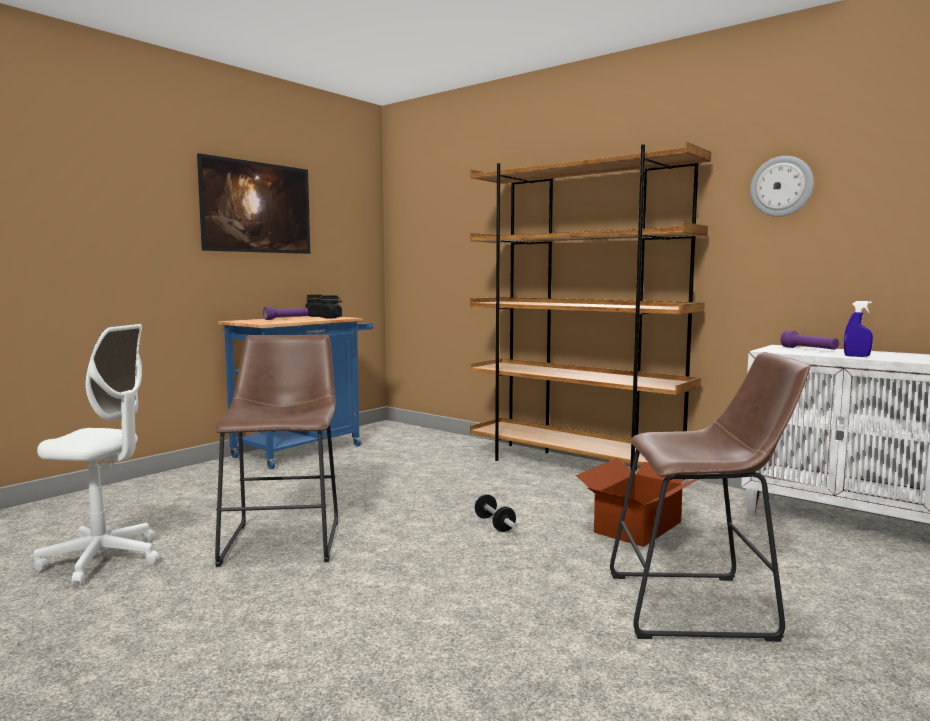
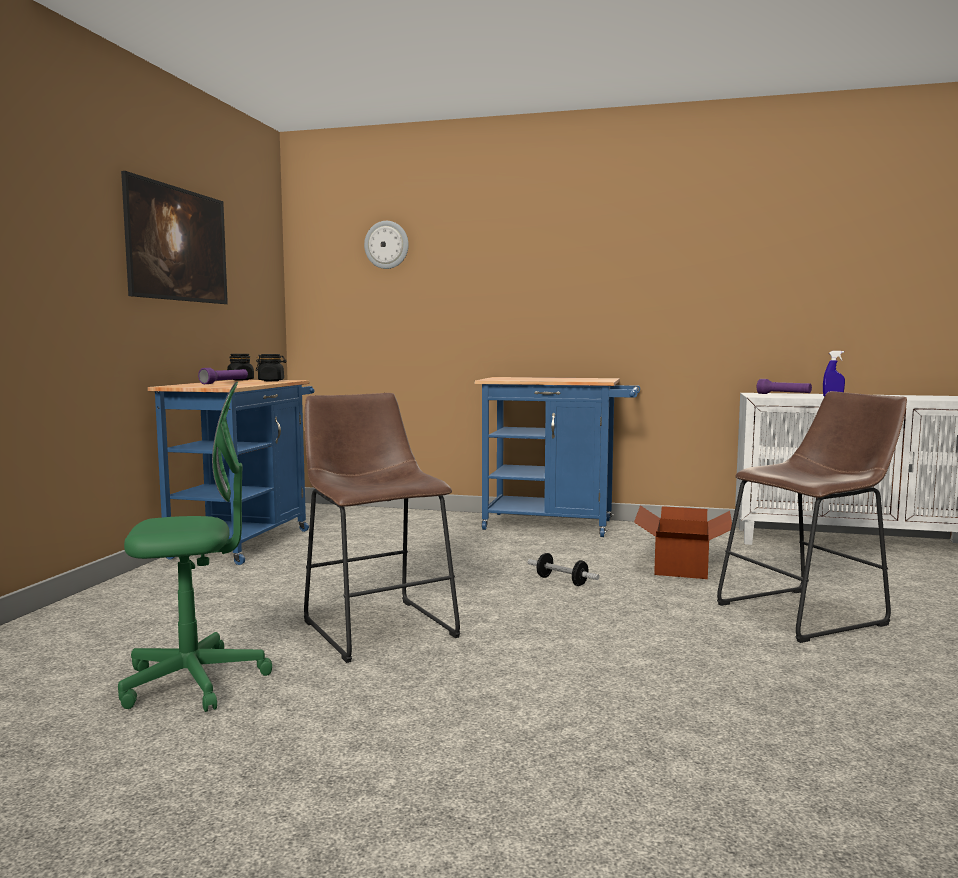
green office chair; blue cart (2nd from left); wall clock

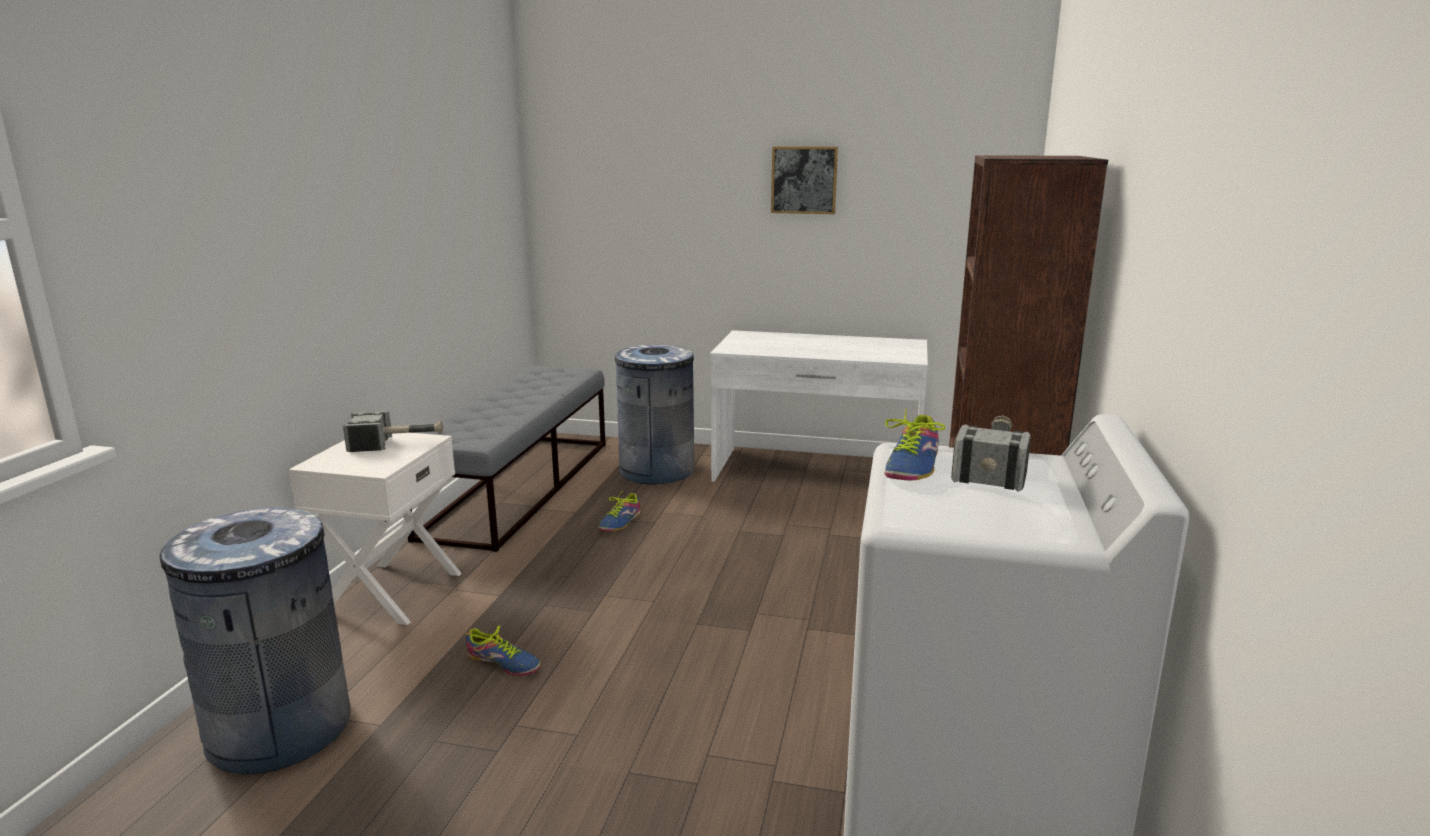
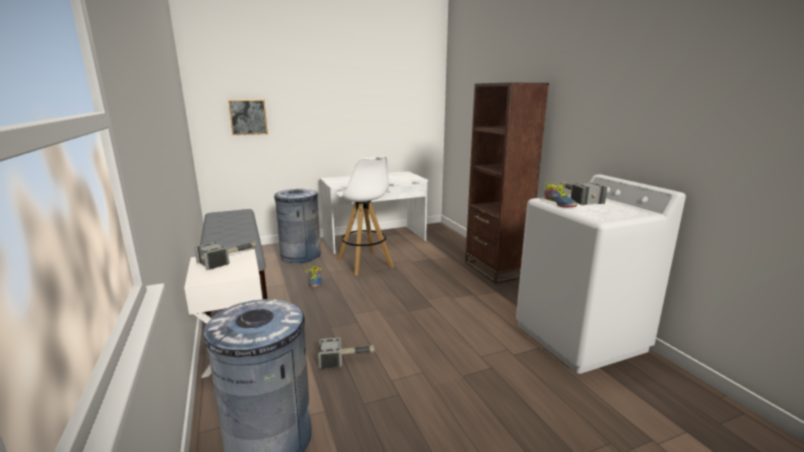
hammer (2nd from left); picture; white stool

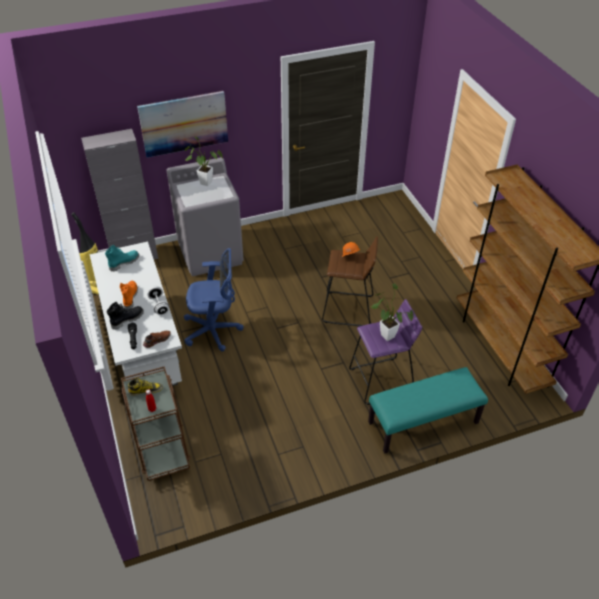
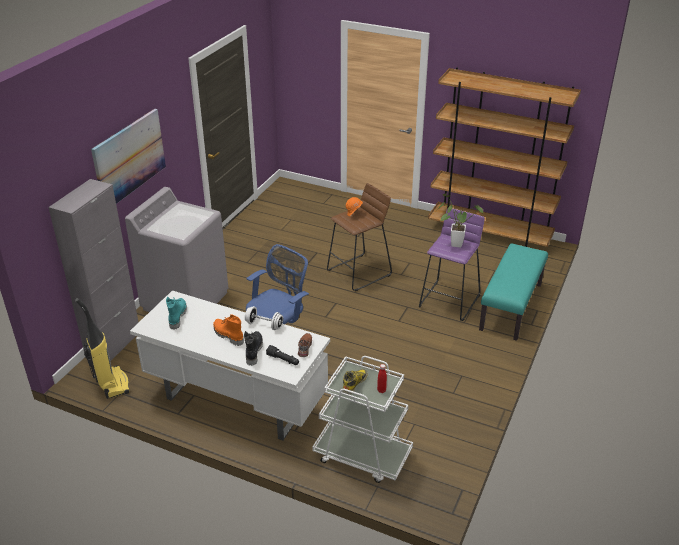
white cart; potted plant (1st from left in the first image)

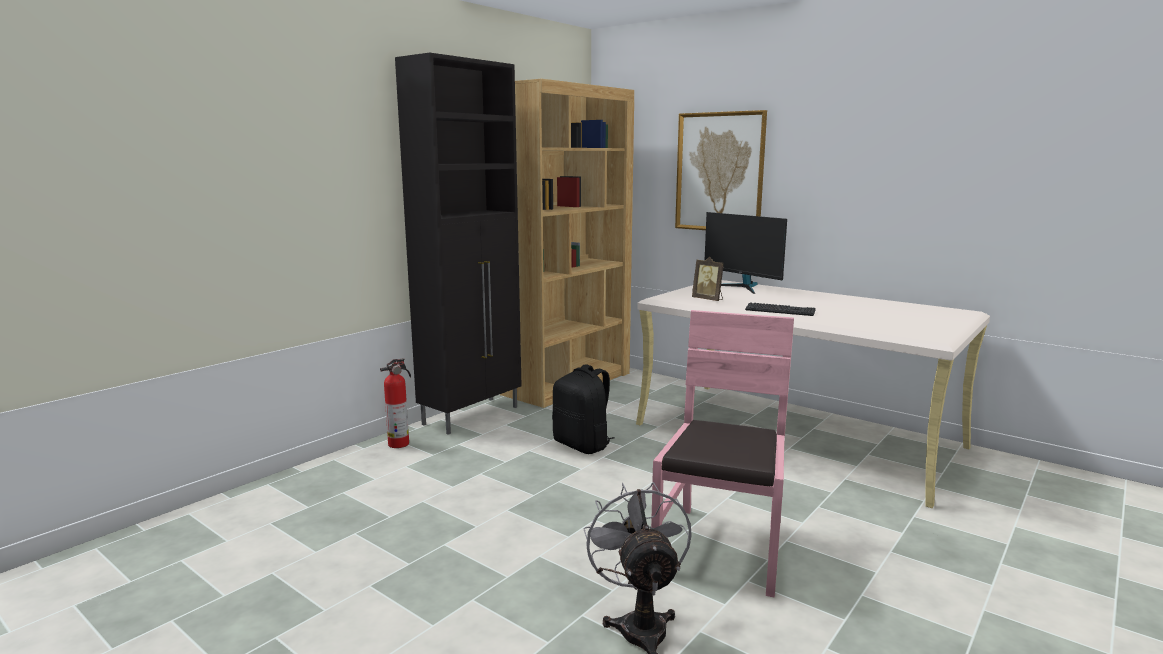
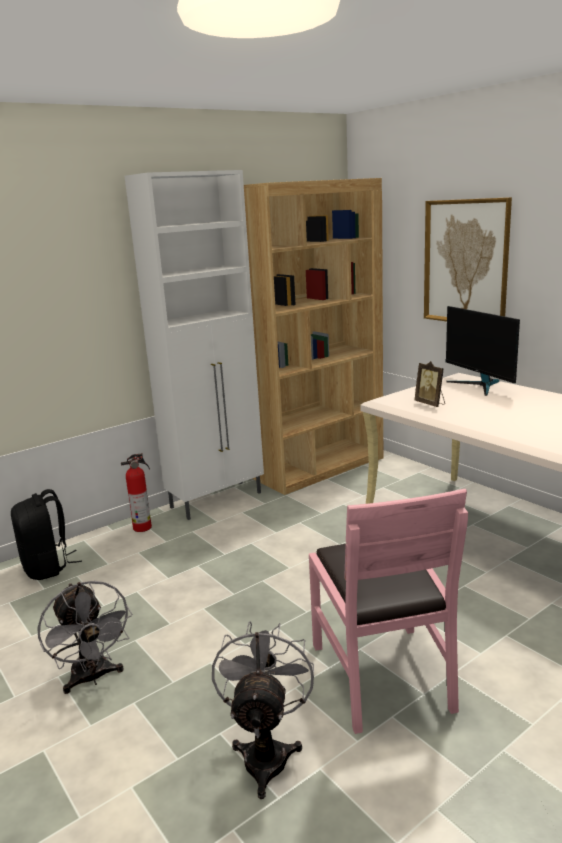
white cabinet; black backpack; pink chair; keyboard; grey fan (1st from left)

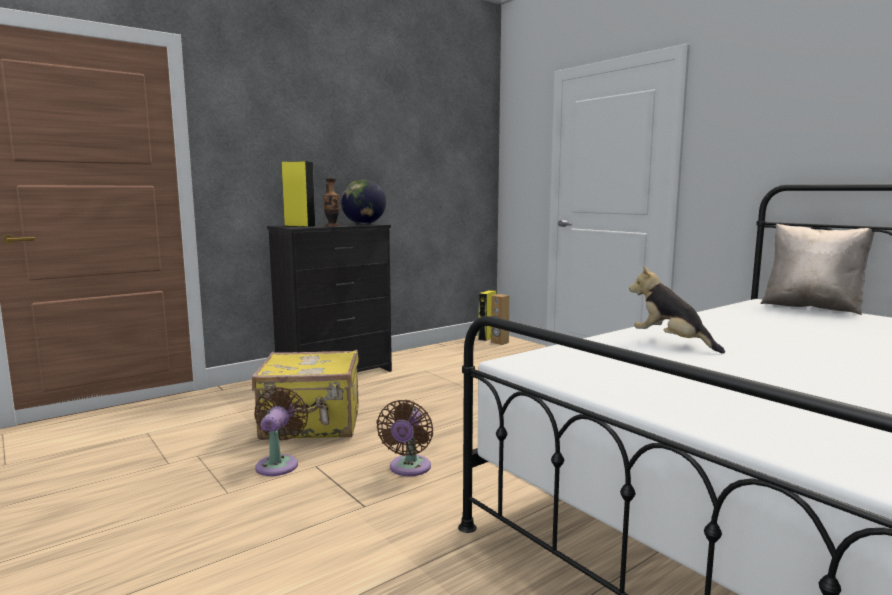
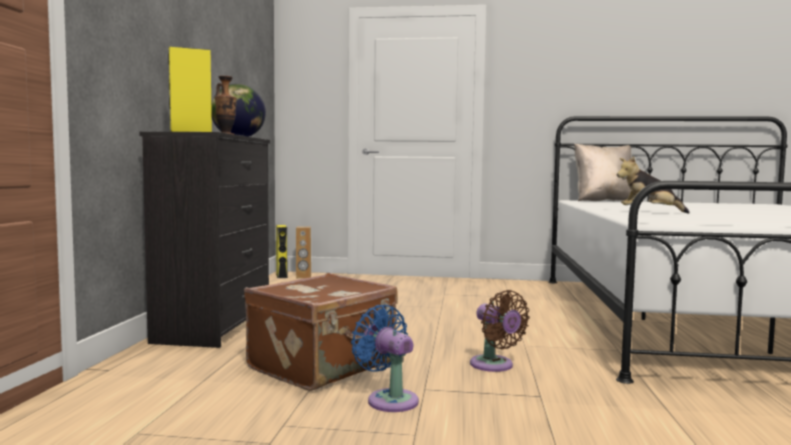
brown suitcase; blue fan

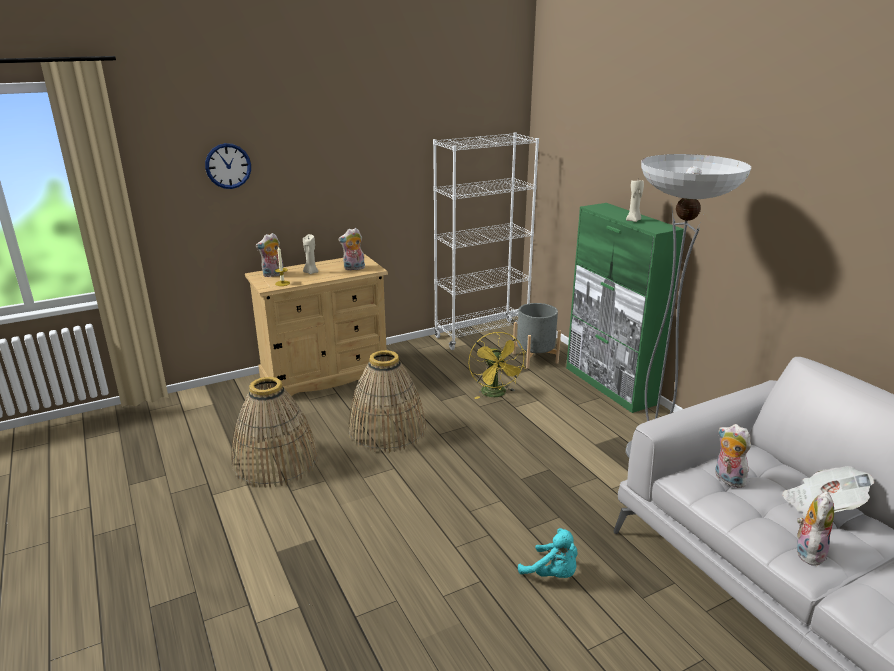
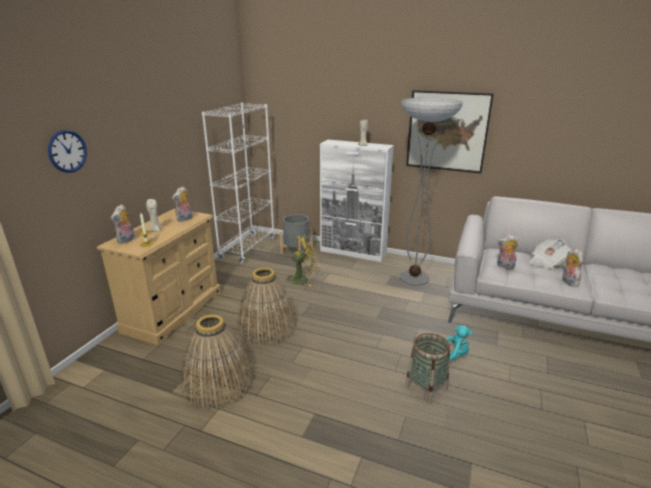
yellow fan; white cabinet; basket (3rd from left); picture

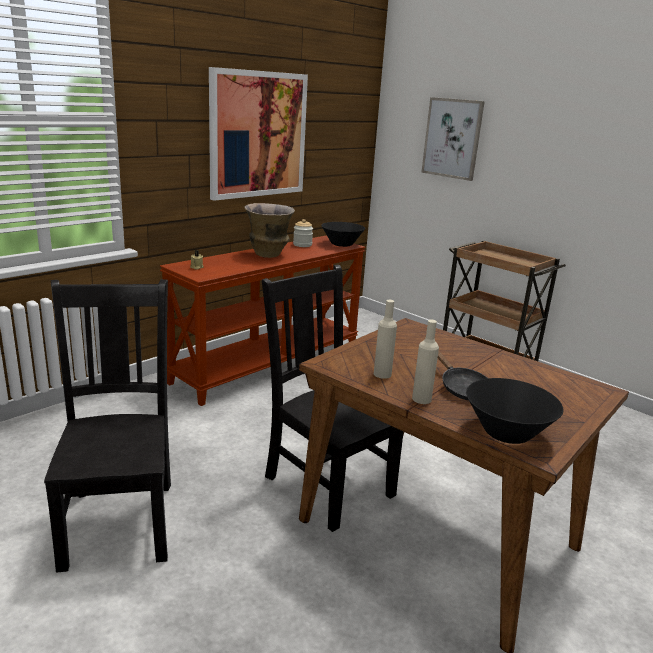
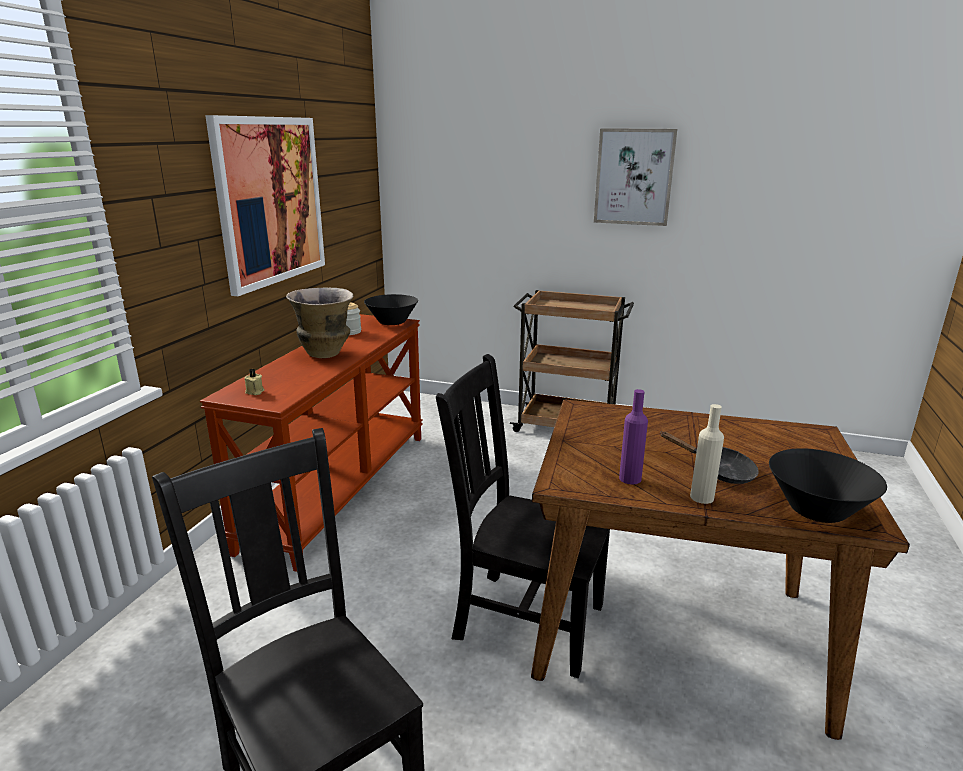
purple bottle; picture (2nd from left)

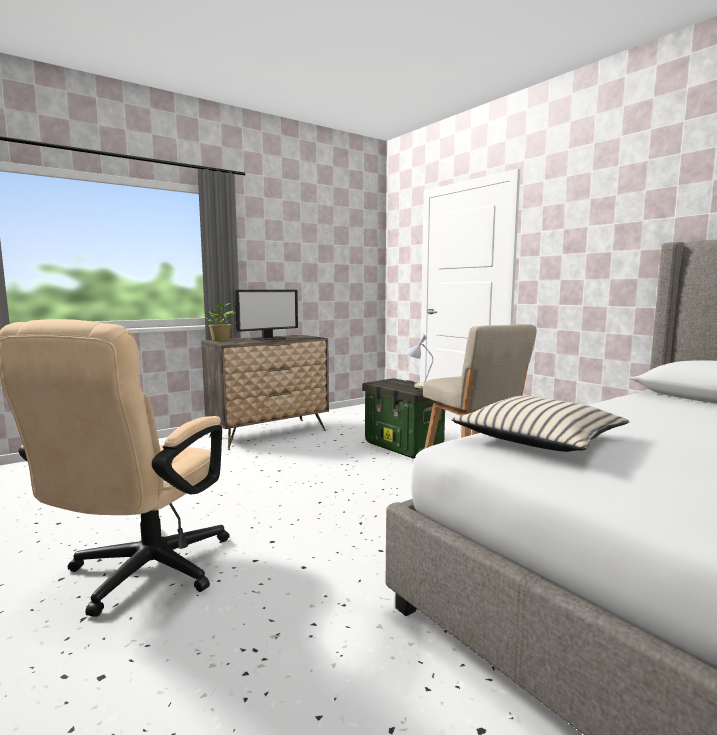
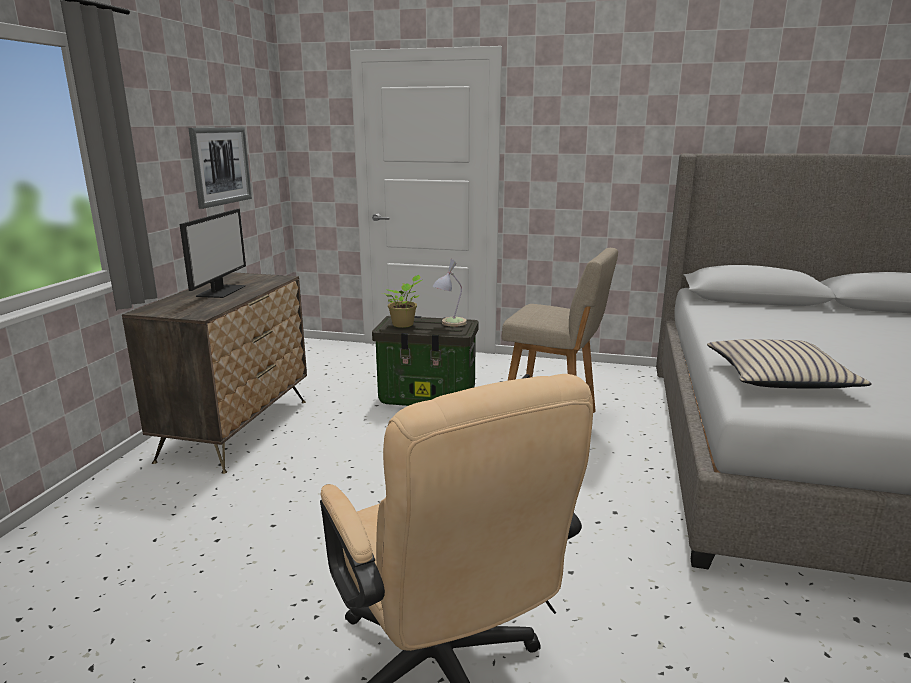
potted plant; picture

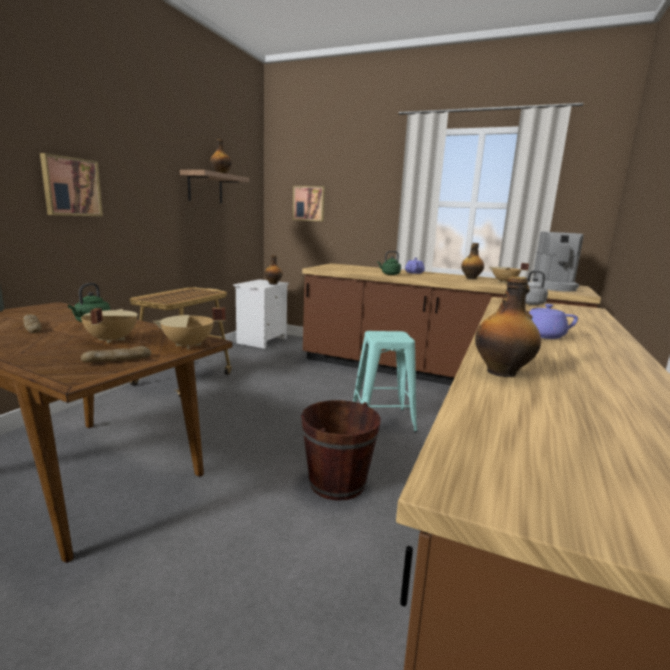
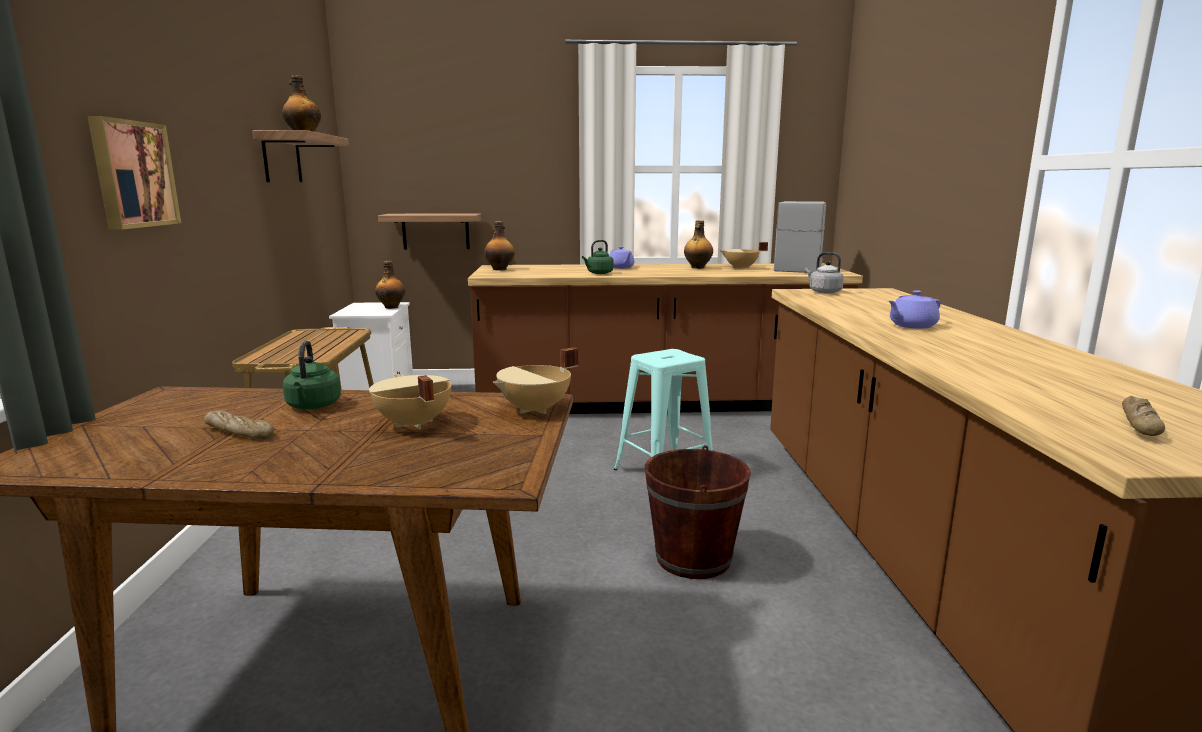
bread (2nd from left); picture (2nd from left in the first image); bottle (3rd from left); coffee machine; shelf (2nd from left)

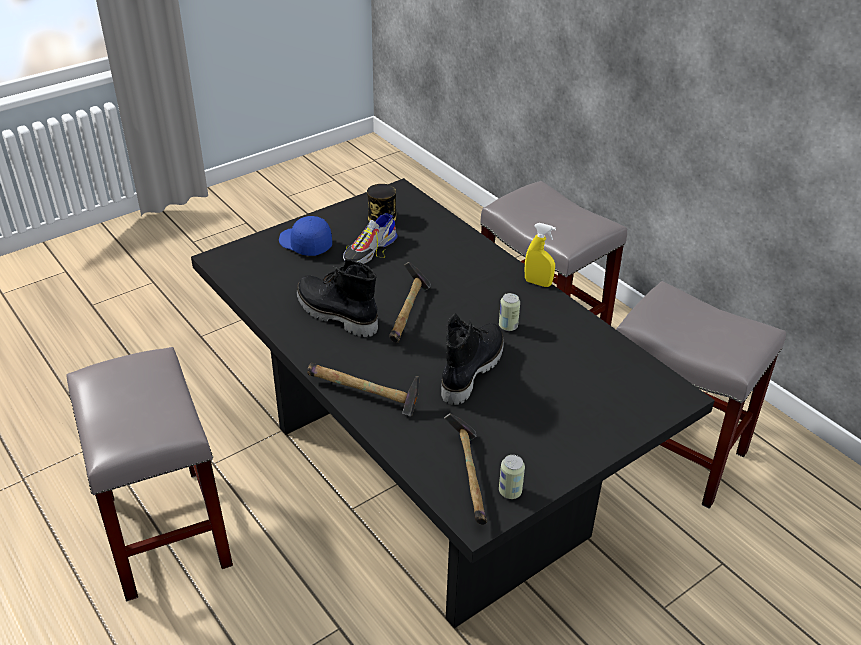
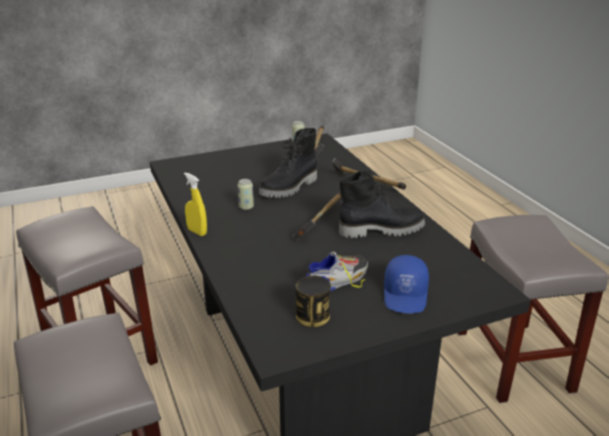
blue cap; black boot (2nd from left)

